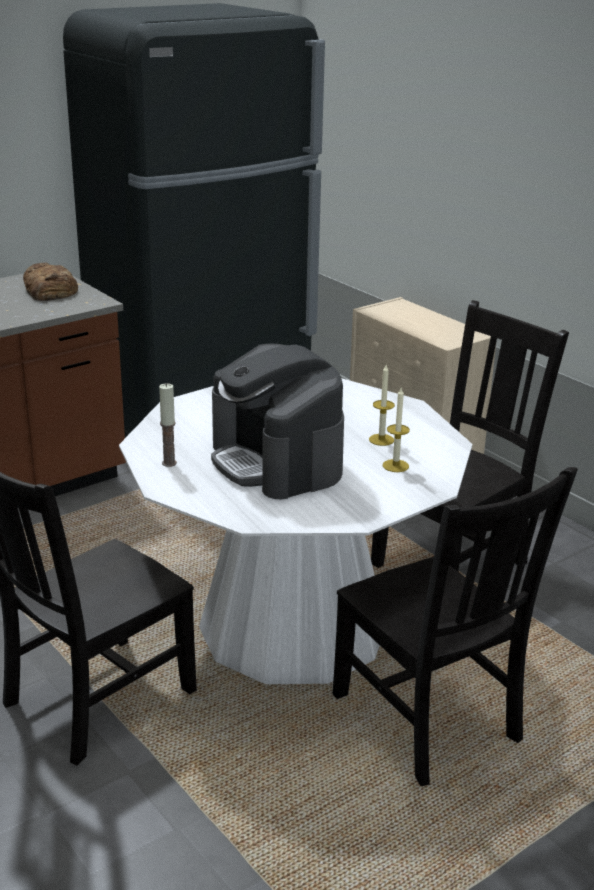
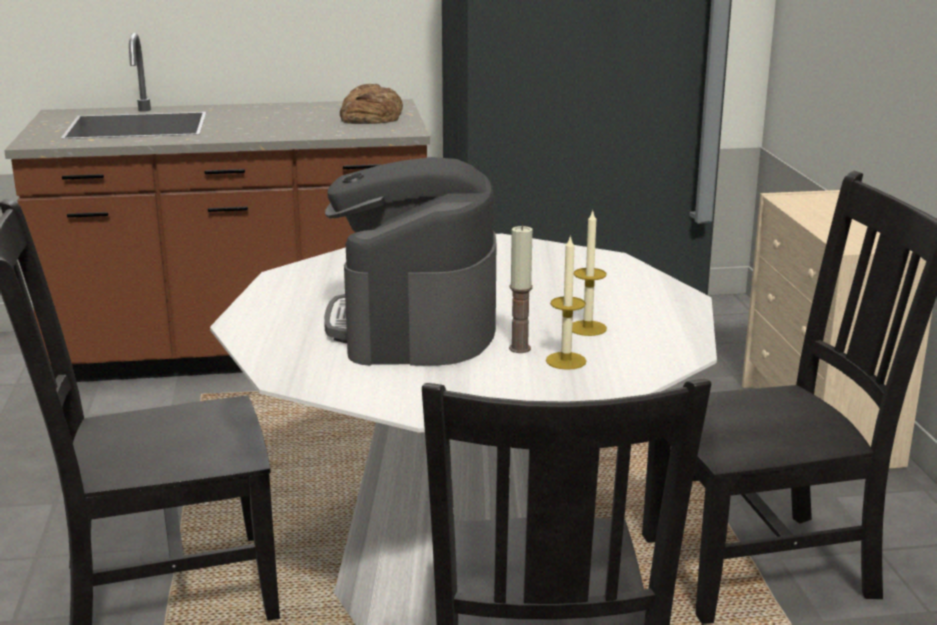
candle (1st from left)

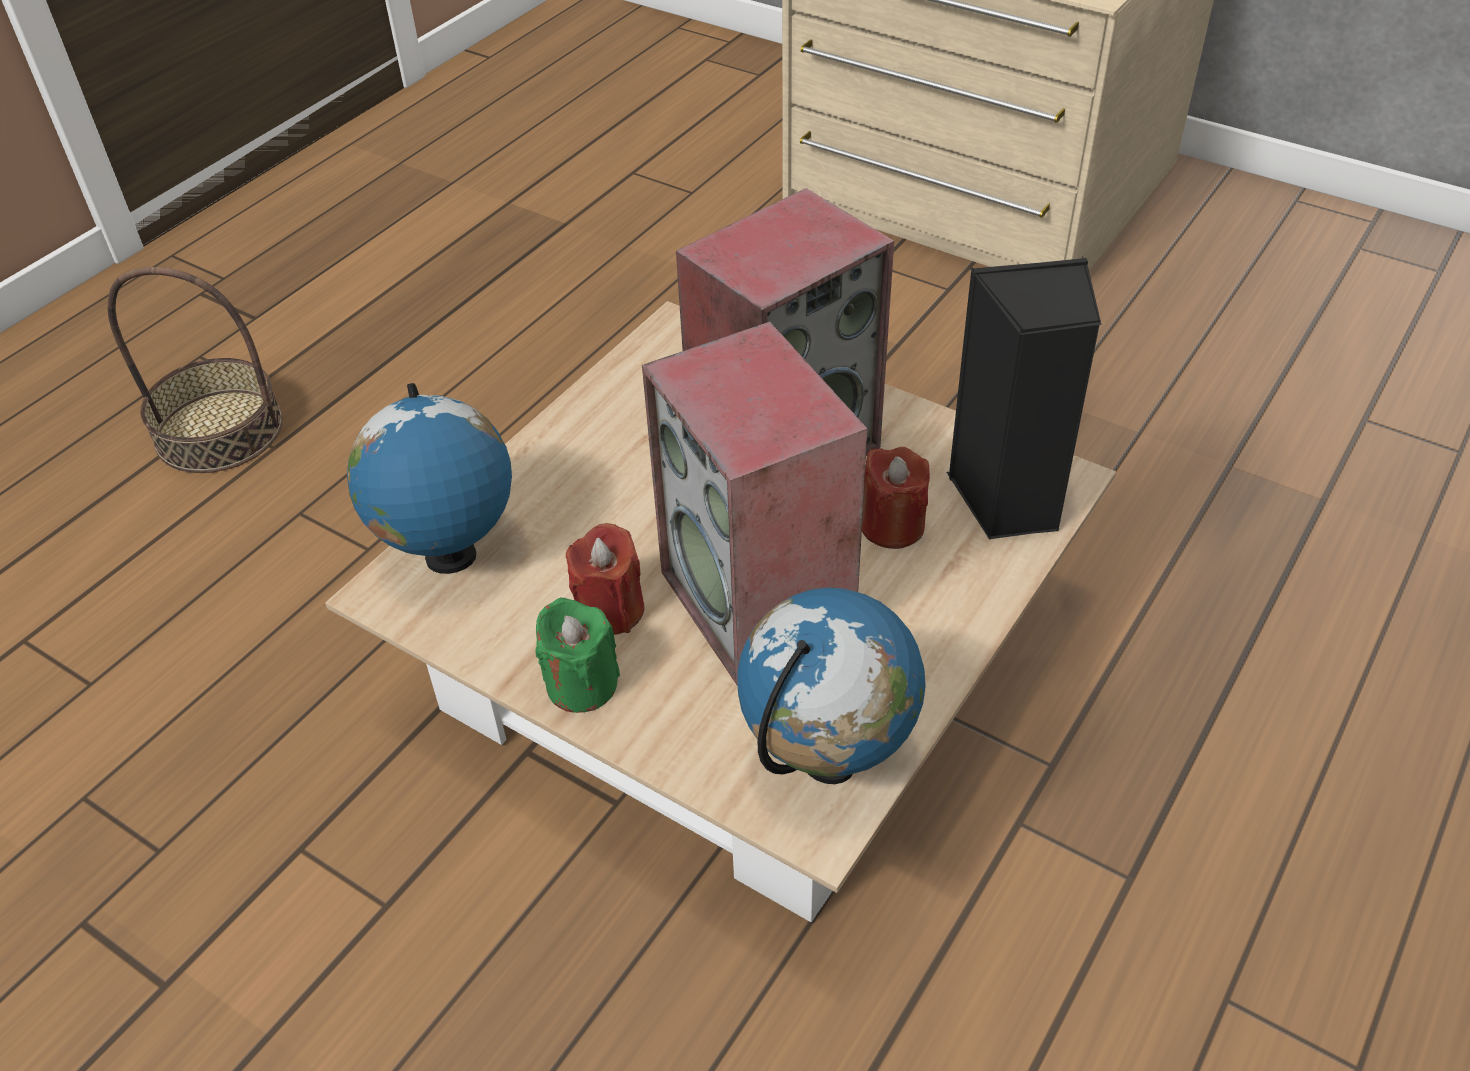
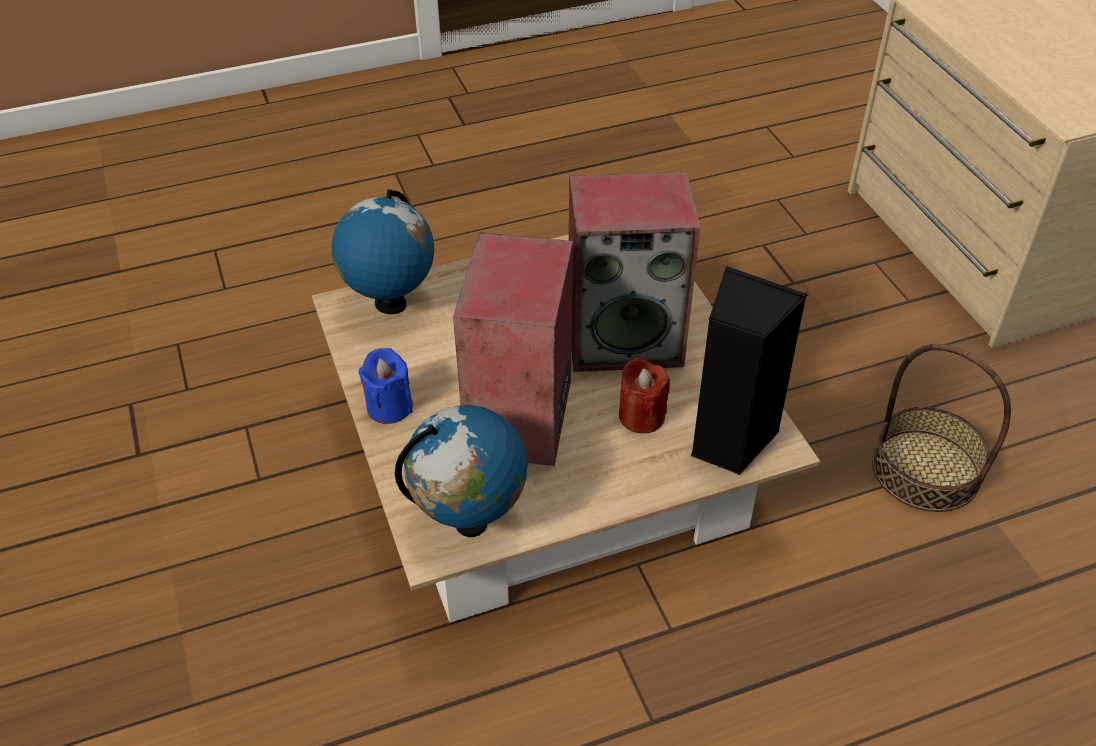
basket; blue candle; red candle (1st from left in the first image)

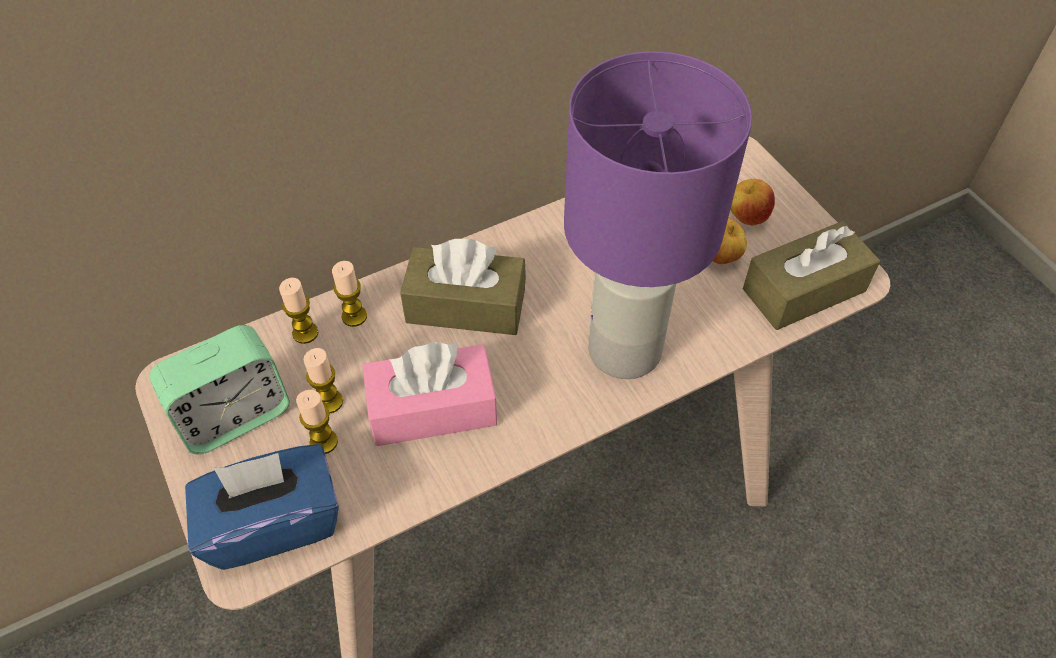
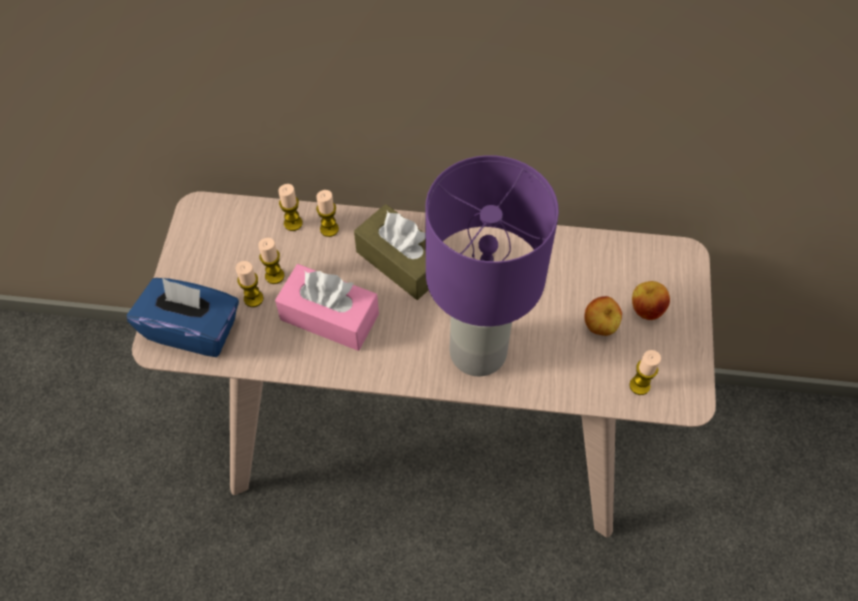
alarm clock; candle (5th from left)

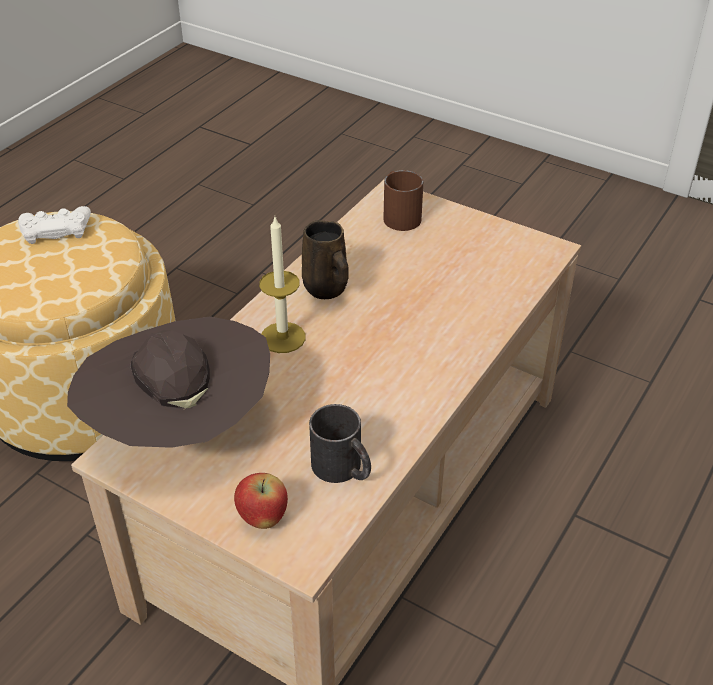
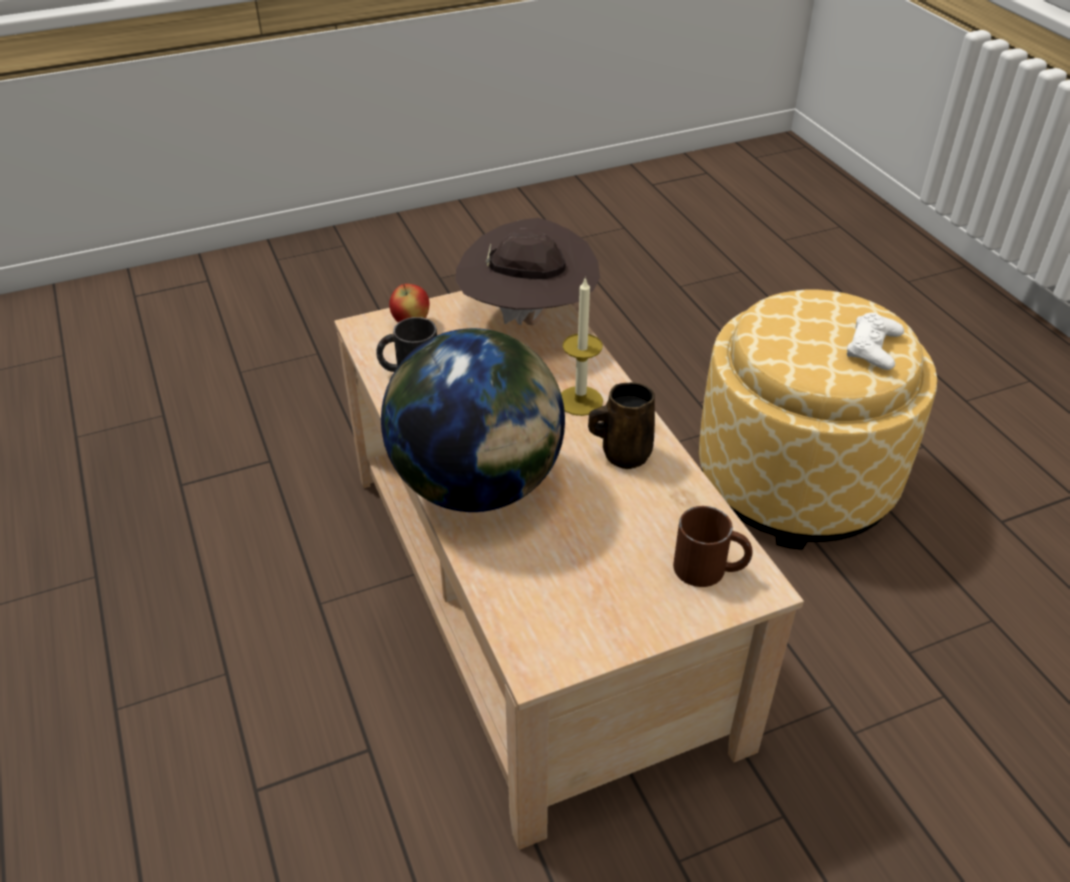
globe

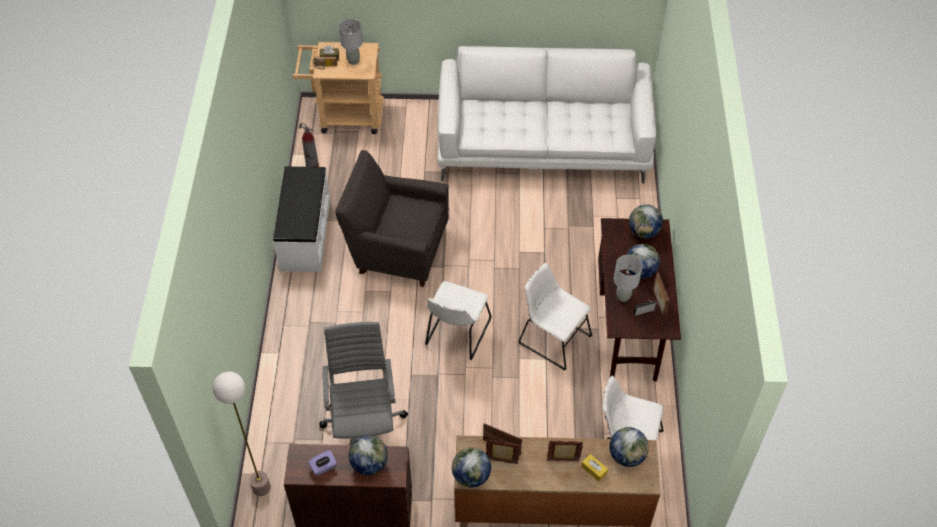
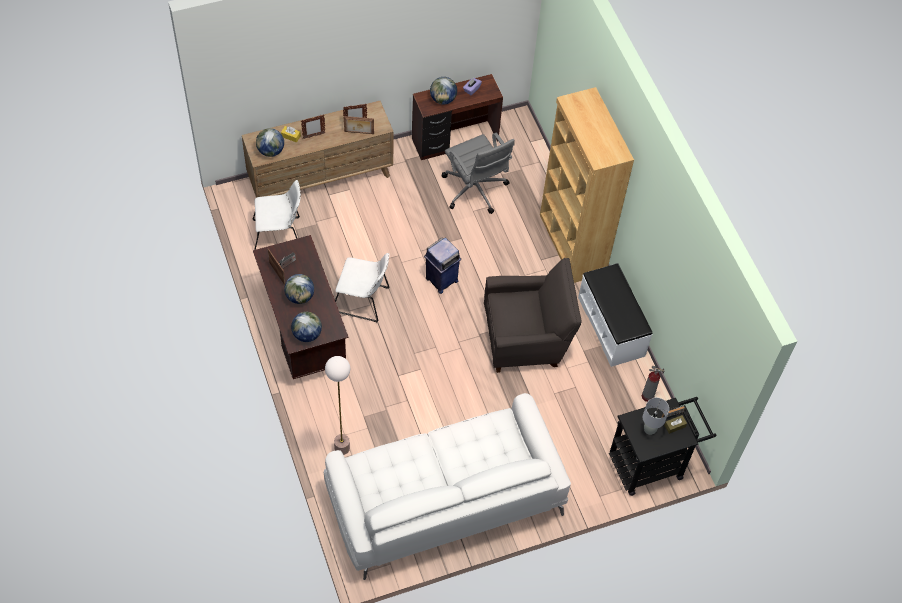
floor lamp; black cart; blue trash can; globe (2nd from left in the first image); grey table lamp (2nd from left in the first image); brown bookcase

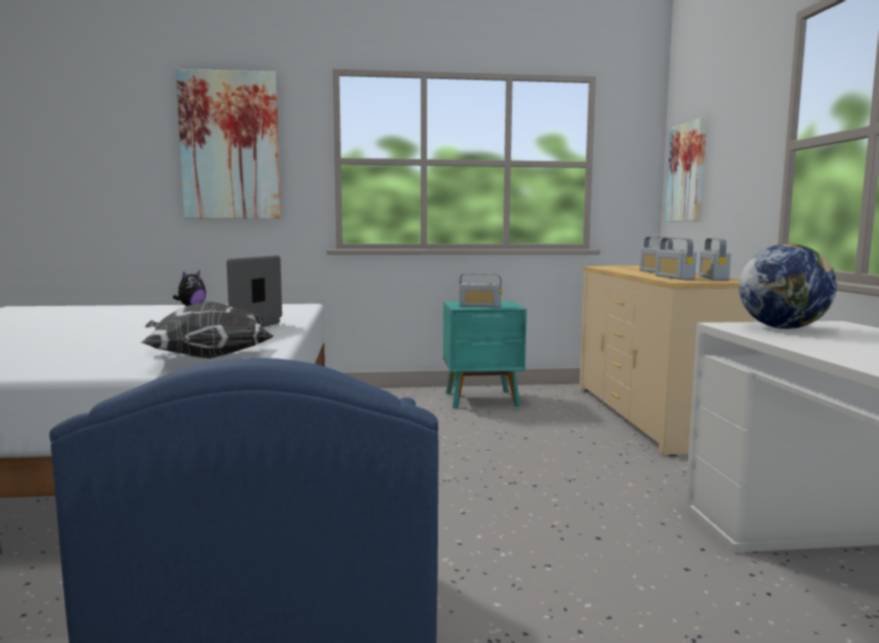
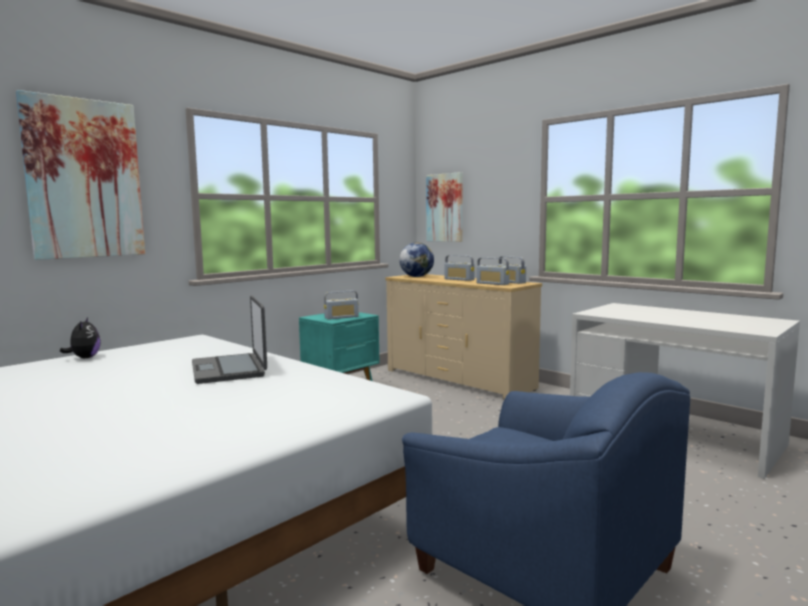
pillow; globe

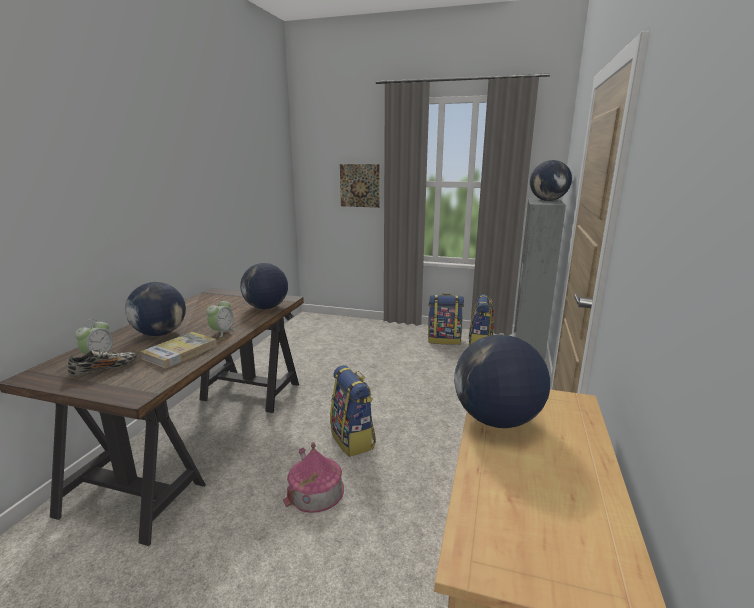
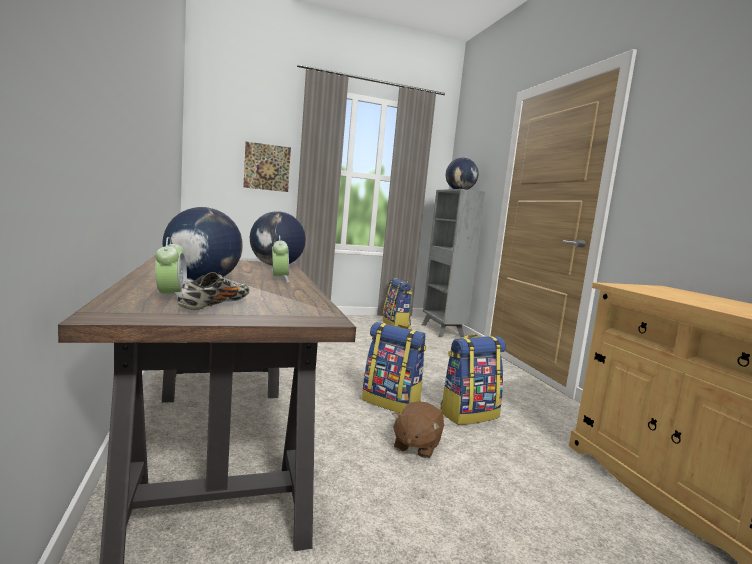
book; brown plush toy; backpack (3rd from left); globe (3rd from left in the first image)

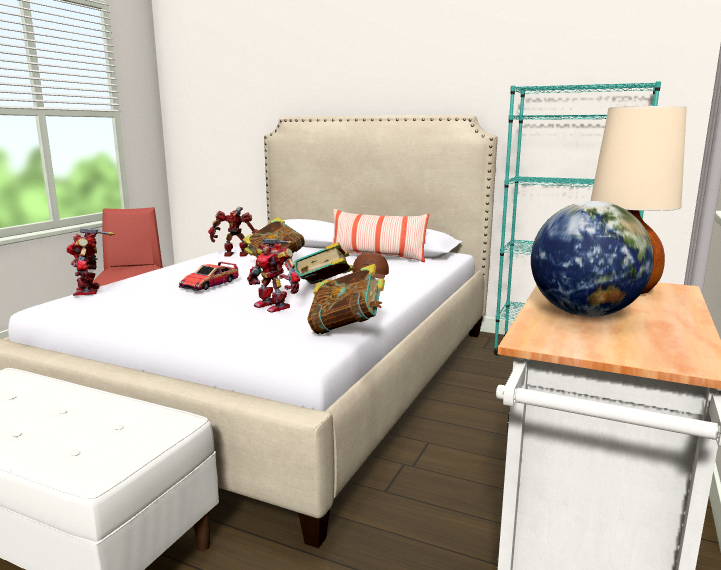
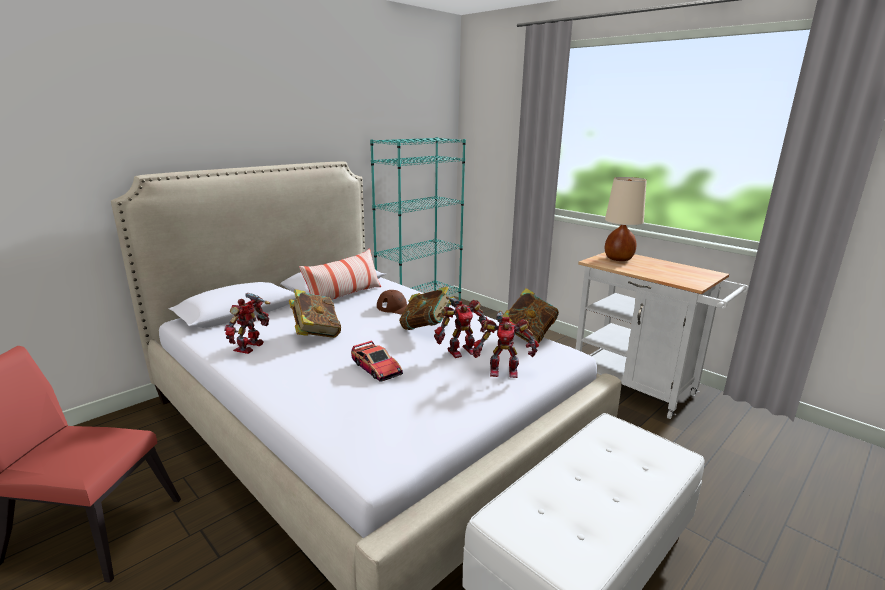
toy robot (3rd from left); globe

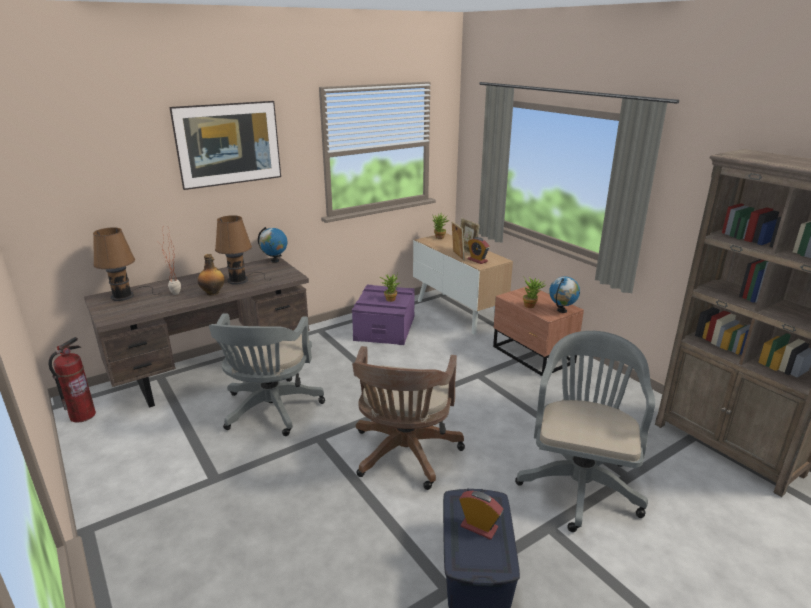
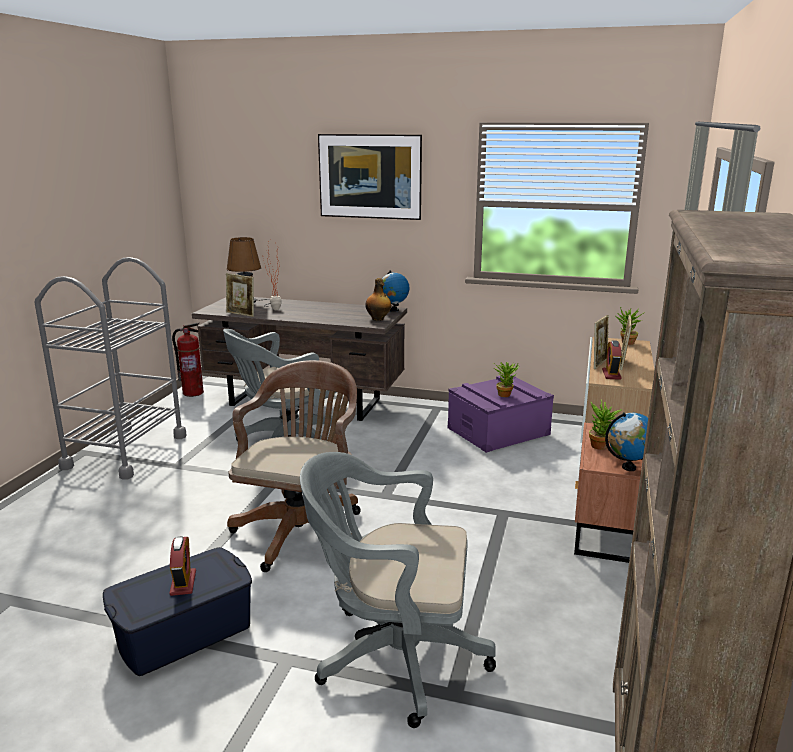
bottle; brown table lamp (2nd from left in the first image); brown office chair; grey office chair (2nd from left); grey cart; picture frame (1st from left)

